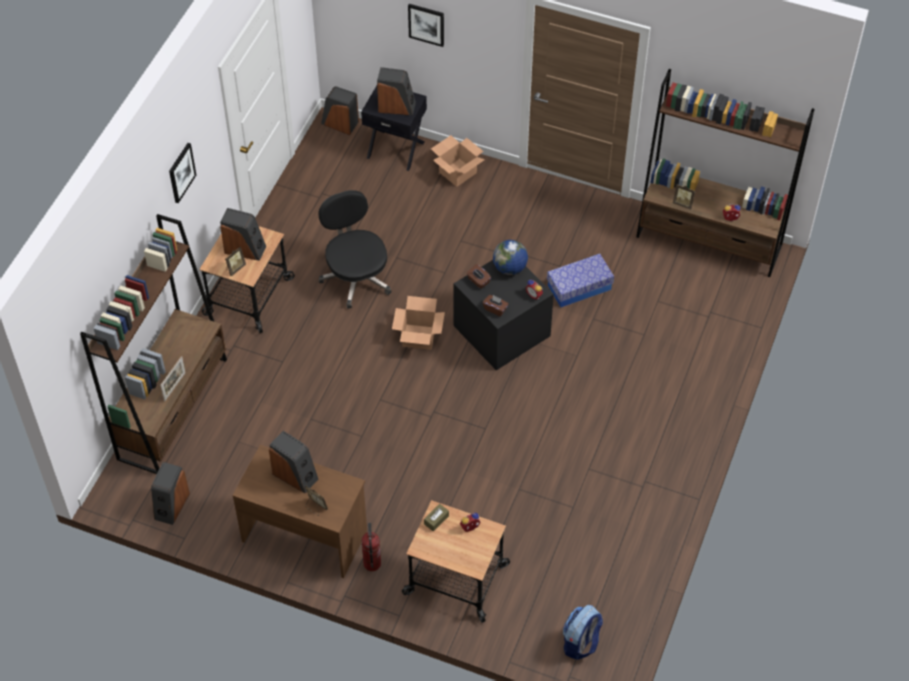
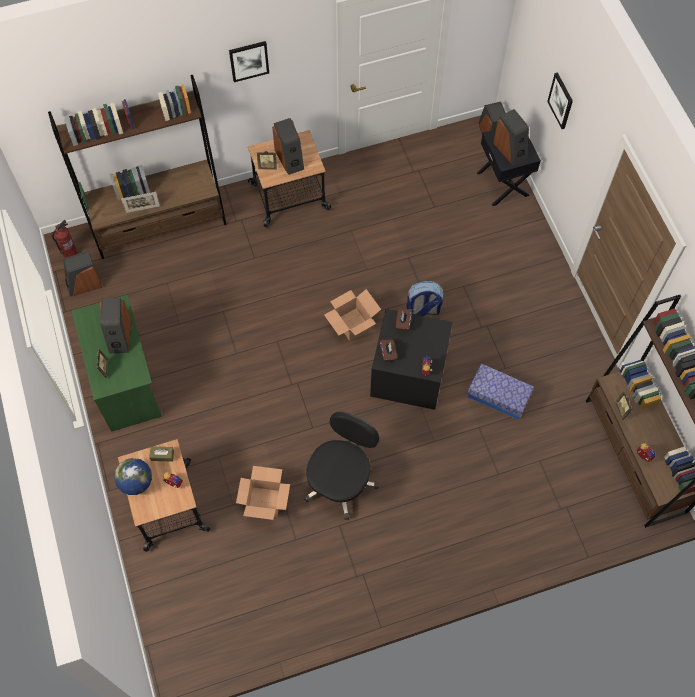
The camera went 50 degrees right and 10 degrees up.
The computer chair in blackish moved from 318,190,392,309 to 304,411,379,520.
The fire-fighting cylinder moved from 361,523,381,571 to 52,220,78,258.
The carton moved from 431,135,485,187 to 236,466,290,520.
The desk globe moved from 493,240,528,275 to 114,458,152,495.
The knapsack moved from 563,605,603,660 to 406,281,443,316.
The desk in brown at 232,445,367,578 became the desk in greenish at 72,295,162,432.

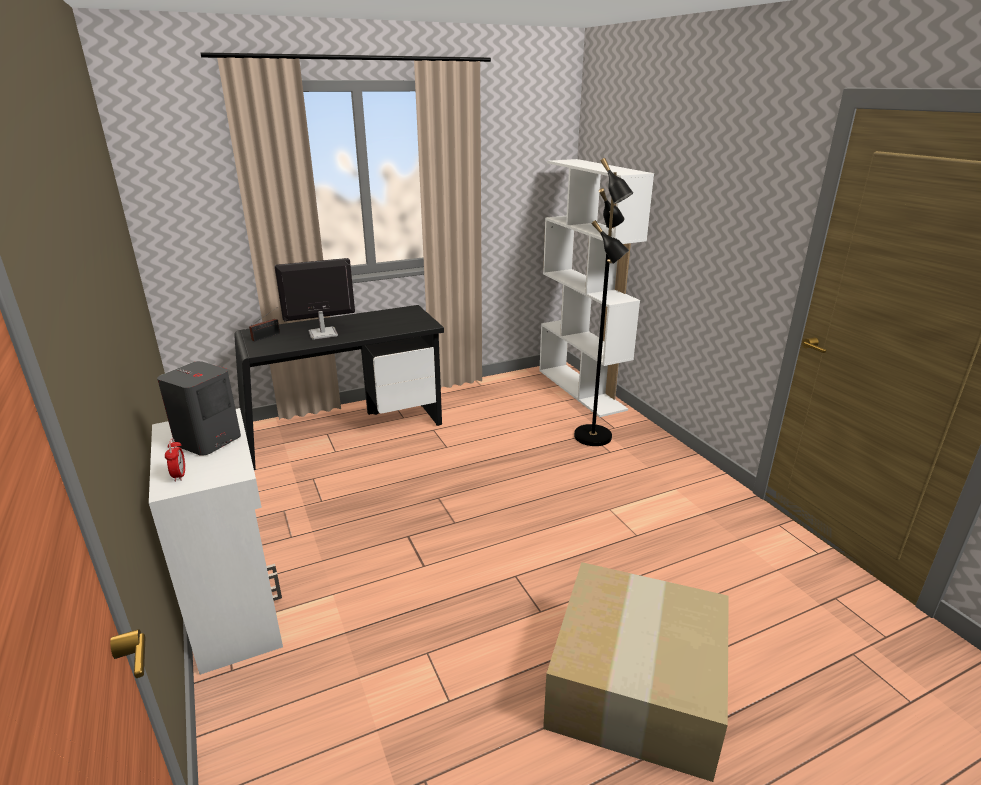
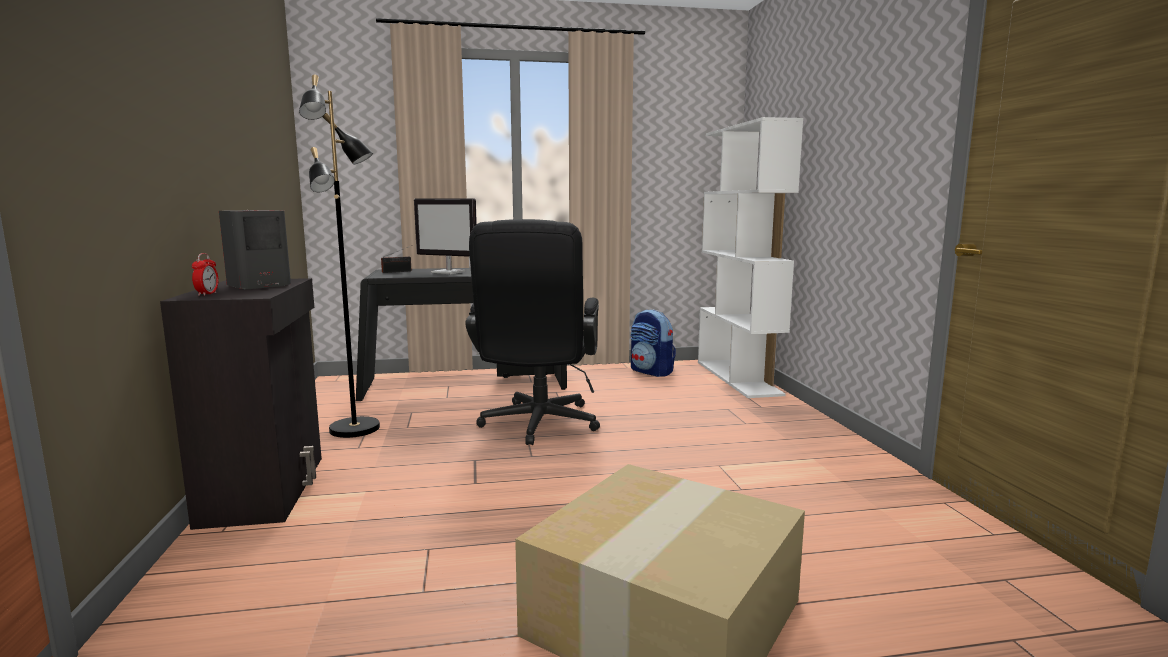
The camera went 15 degrees right and 15 degrees down.
The computer chair in blackish at 465,219,600,445 appeared.
The knapsack at 631,309,676,377 appeared.
The standard lamp in blackish moved from 574,158,633,446 to 299,74,380,438.
The storage cabinet in whitish at 149,408,283,675 became the storage cabinet in blackish at 160,278,322,530.
The computer screen at 274,258,355,340 turned 150 degrees counterclockwise.

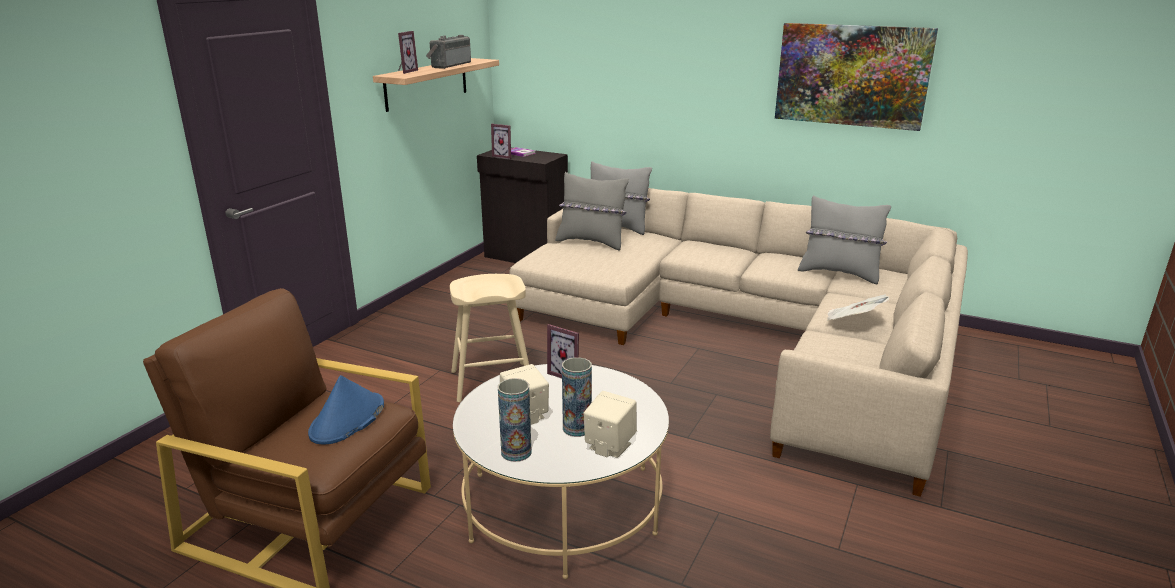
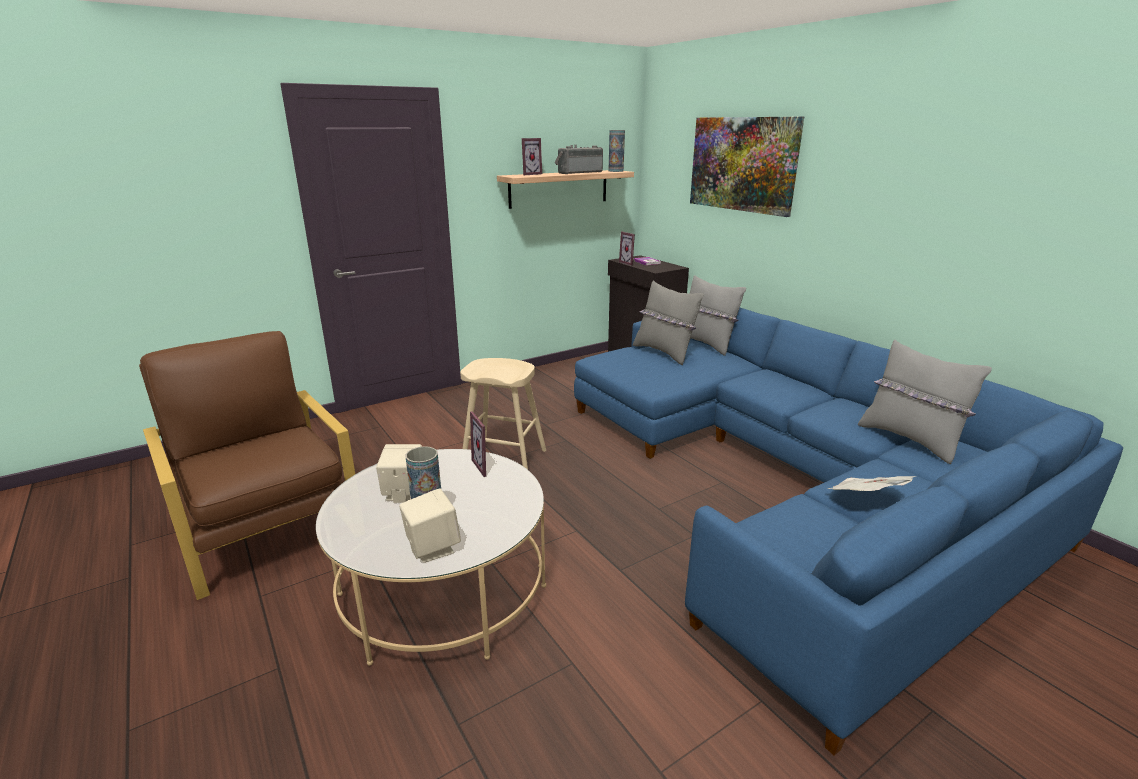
The camera went 30 degrees right and 0 degrees up.
The hat in bluish at 308,375,384,445 disappeared.
The vase moved from 498,378,532,462 to 608,130,625,172.
The picture moved from 775,23,938,131 to 690,117,804,217.
The settee in sand-coloured at 509,188,968,497 became the settee in bluish at 574,308,1123,755.

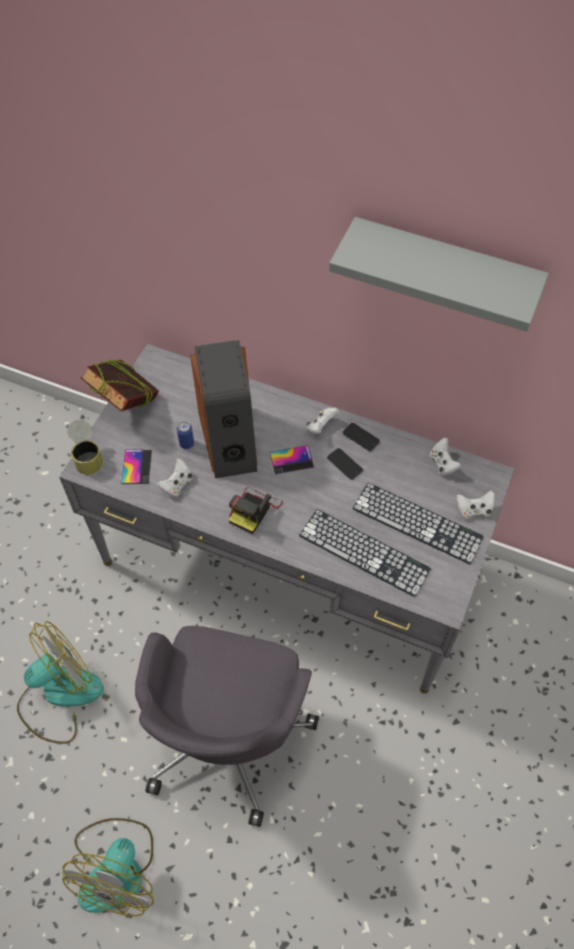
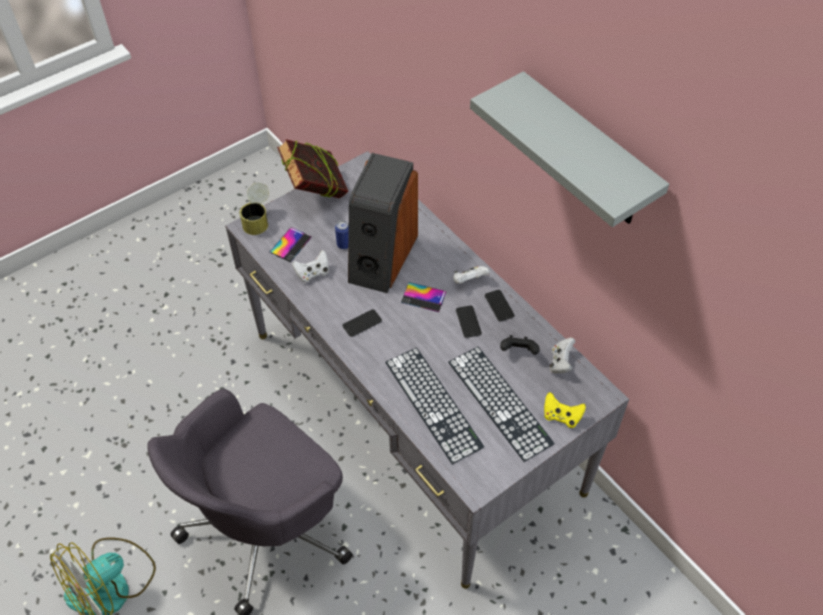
The camera went 30 degrees right and 5 degrees down.
The fan at 17,621,104,744 disappeared.
The game controller in blackish at 500,335,540,355 appeared.
The still camera at 229,487,283,534 was replaced by the telephone at 342,309,382,337.
The game controller in whitish at 457,490,495,519 became the game controller in yellow-coloured at 544,392,586,428.

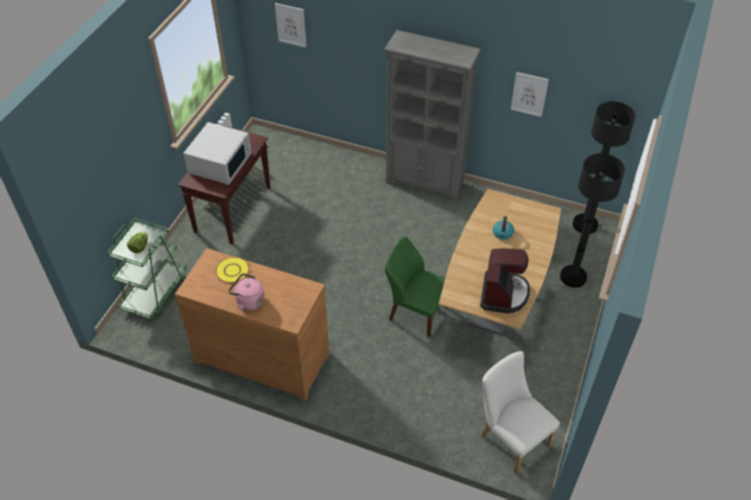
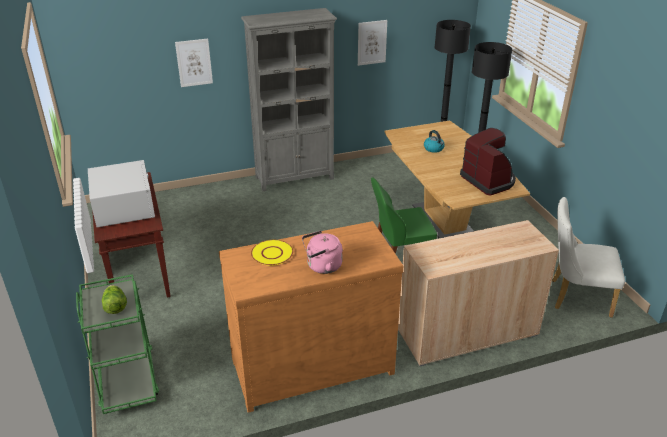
The camera went 40 degrees left and 15 degrees down.
The storage cabinet in sand-coloured at 398,220,559,366 appeared.
The picture moved from 275,3,306,48 to 175,39,213,87.

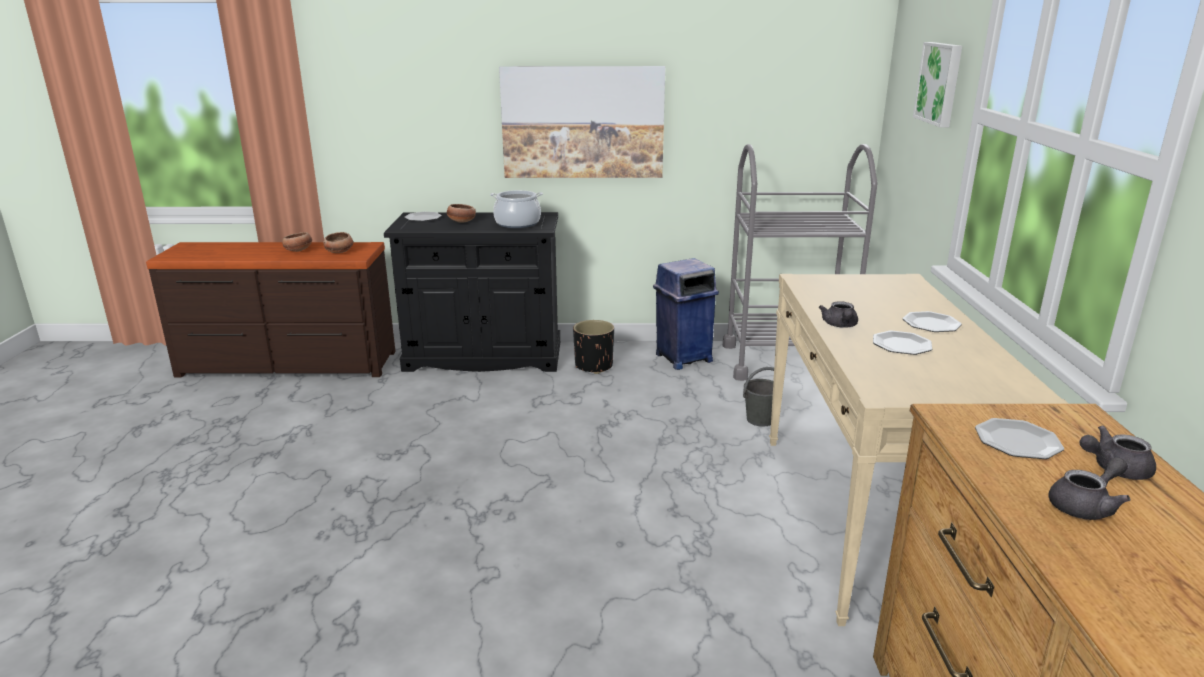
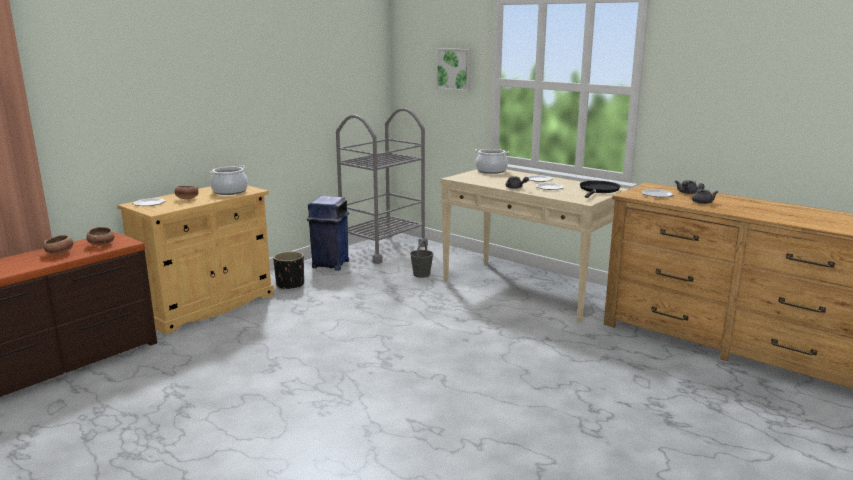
The camera went 50 degrees left and 5 degrees down.
The picture at 499,66,665,178 disappeared.
The stockpot at 475,149,509,174 appeared.
The frying pan in blackish at 580,181,620,198 appeared.
The storage cabinet in blackish at 384,212,560,372 became the storage cabinet in sand-coloured at 117,186,274,335.

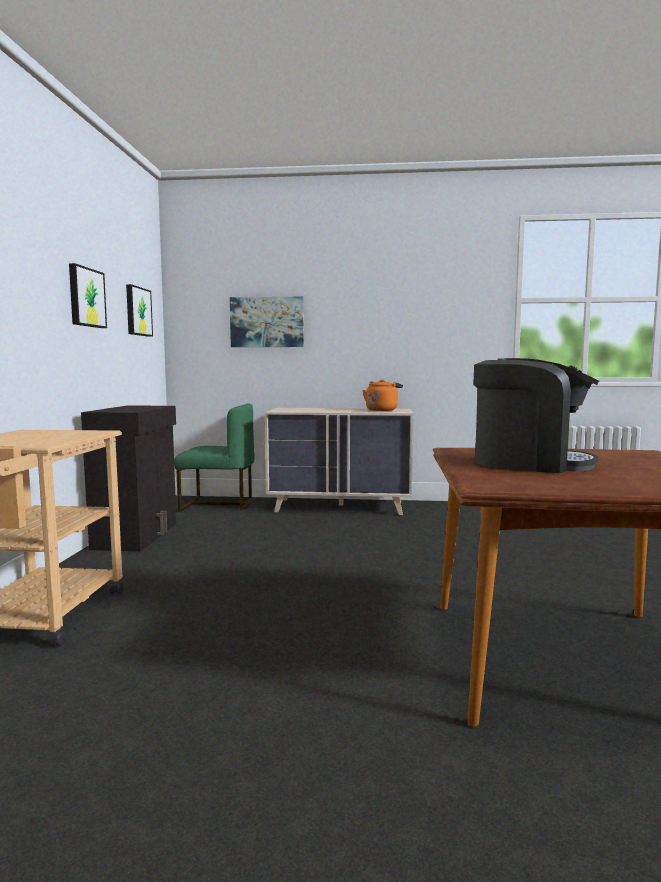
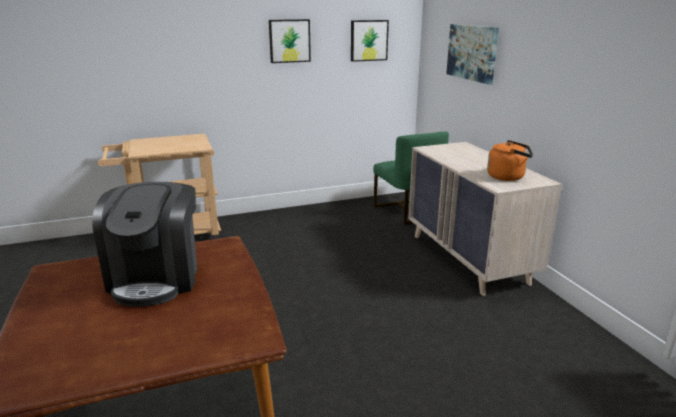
The camera went 65 degrees right and 15 degrees up.
The storage cabinet in blackish at 81,405,176,552 disappeared.

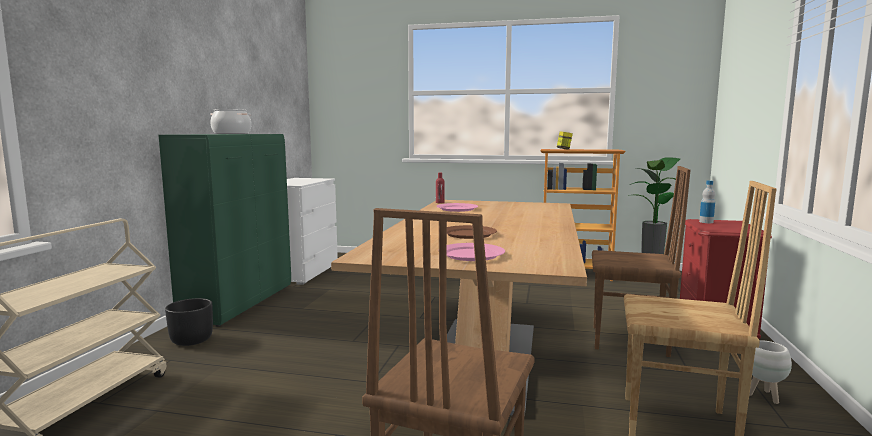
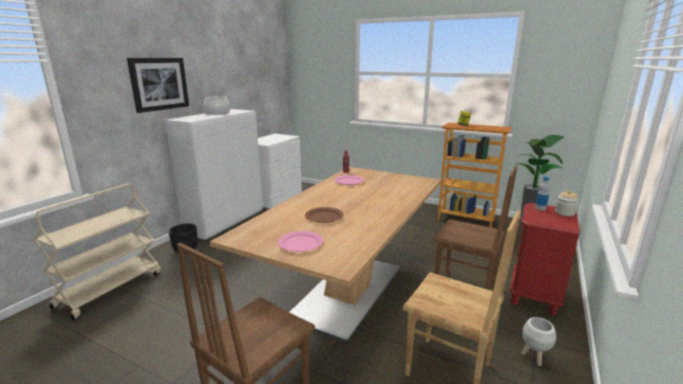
The camera went 15 degrees right and 10 degrees up.
The picture at 127,58,189,113 appeared.
The jar at 555,190,579,216 appeared.
The storage cabinet in greenish at 159,134,291,327 became the storage cabinet in whitish at 165,109,263,240.

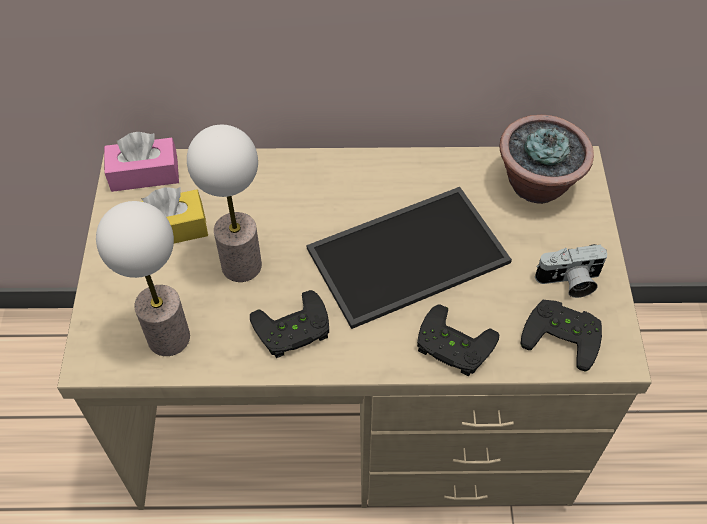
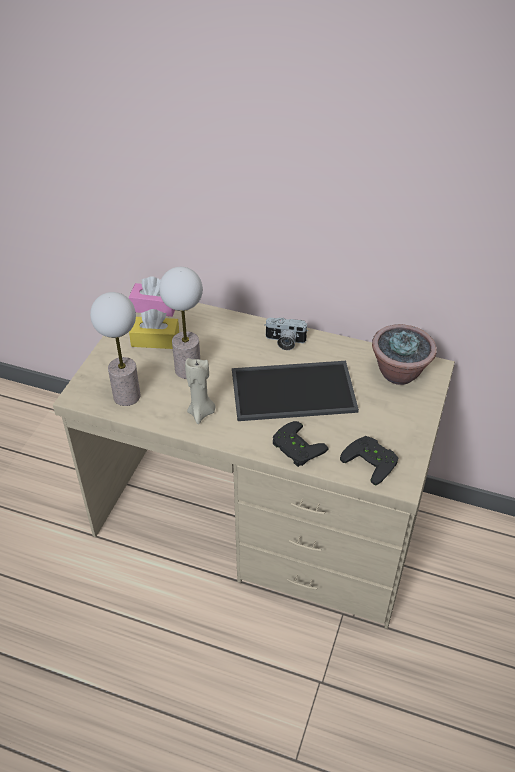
The camera went 20 degrees right and 10 degrees down.
The still camera moved from 535,244,607,298 to 264,318,307,350.
The game controller in blackish at 250,290,329,358 was replaced by the wax light in sand-coloured at 185,358,215,424.

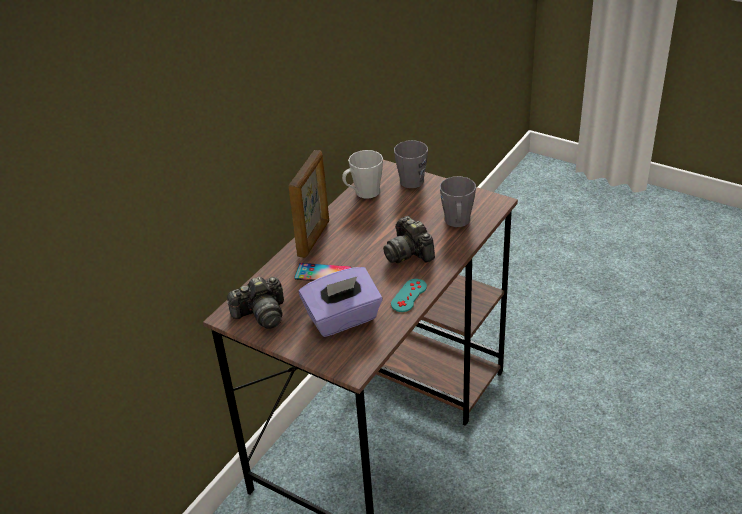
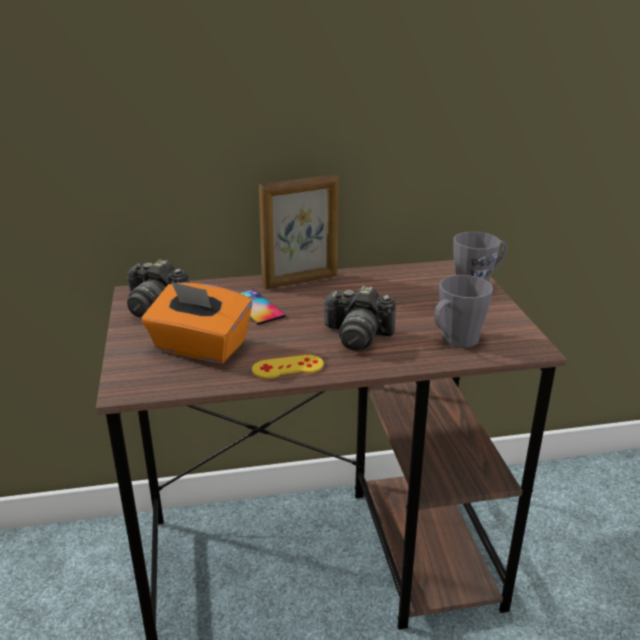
The camera went 45 degrees right and 10 degrees down.
The tea mug in greyish at 342,150,383,199 disappeared.
The box of tissues in purplish at 299,267,382,337 became the box of tissues in orangey at 142,281,252,363.
The game controller in blue-green at 391,279,427,312 became the game controller in yellow-coloured at 252,355,324,379.
The still camera at 383,216,435,263 turned 90 degrees counterclockwise.

